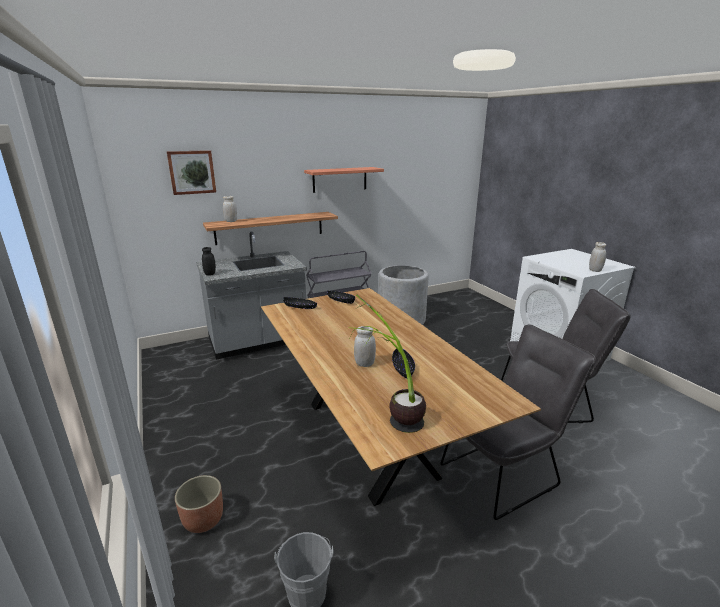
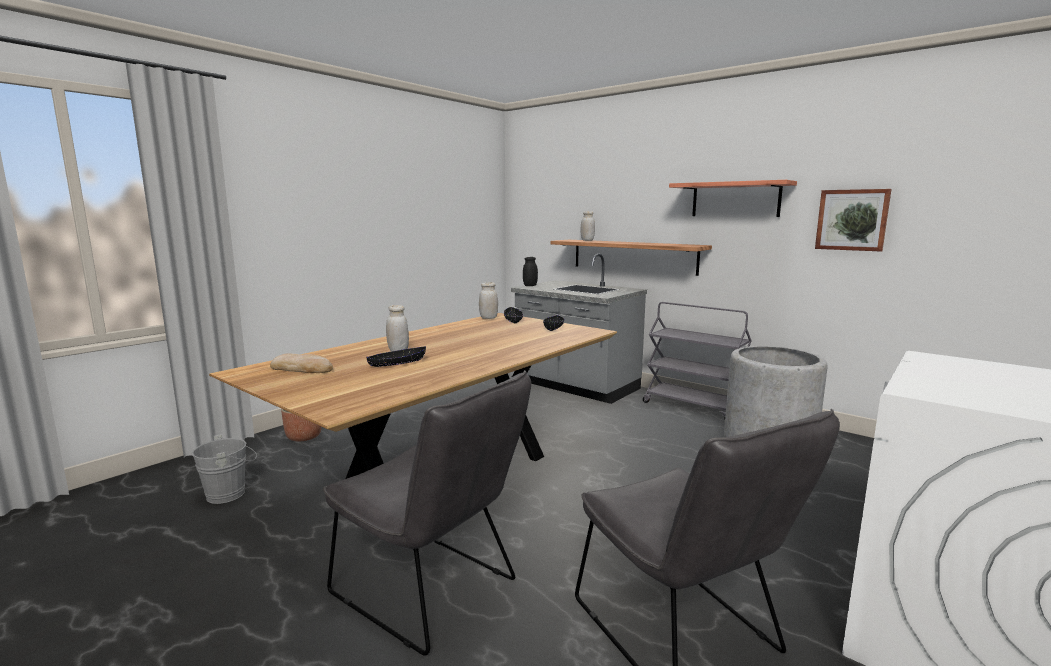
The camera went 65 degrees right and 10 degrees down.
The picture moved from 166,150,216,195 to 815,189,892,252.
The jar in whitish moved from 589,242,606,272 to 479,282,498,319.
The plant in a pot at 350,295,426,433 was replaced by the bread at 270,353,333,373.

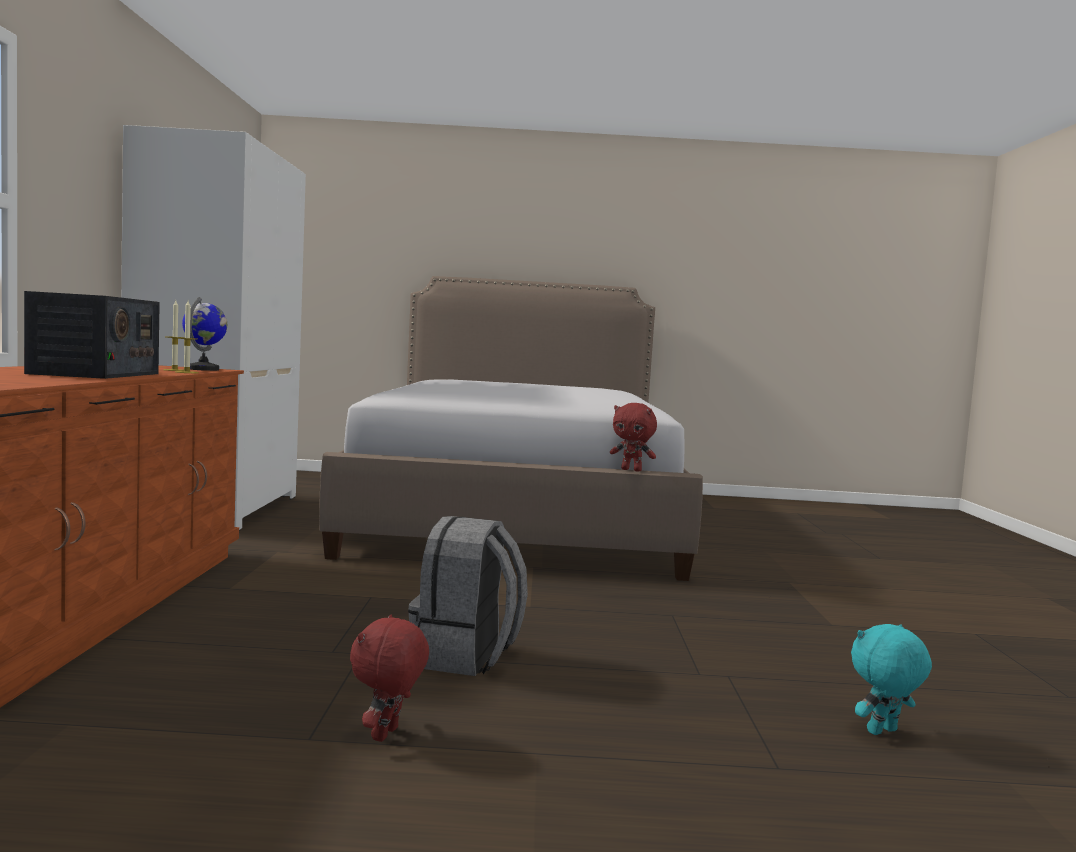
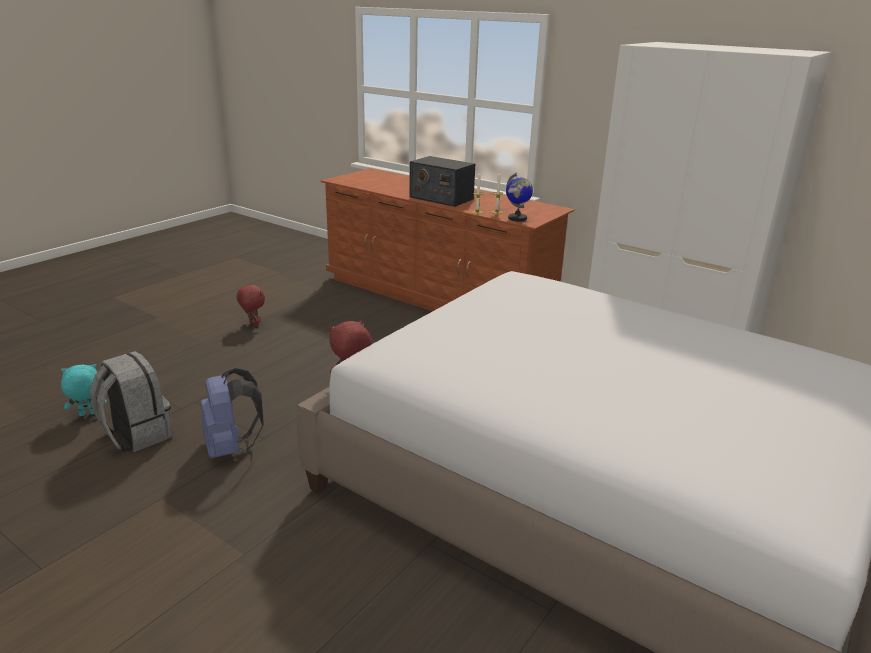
The camera went 125 degrees right and 20 degrees up.
The knapsack in bluish at 201,368,264,458 appeared.
The knapsack in greyish moved from 408,516,528,676 to 90,351,173,452.
The plush toy in blue-green at 851,624,932,735 turned 120 degrees counterclockwise.

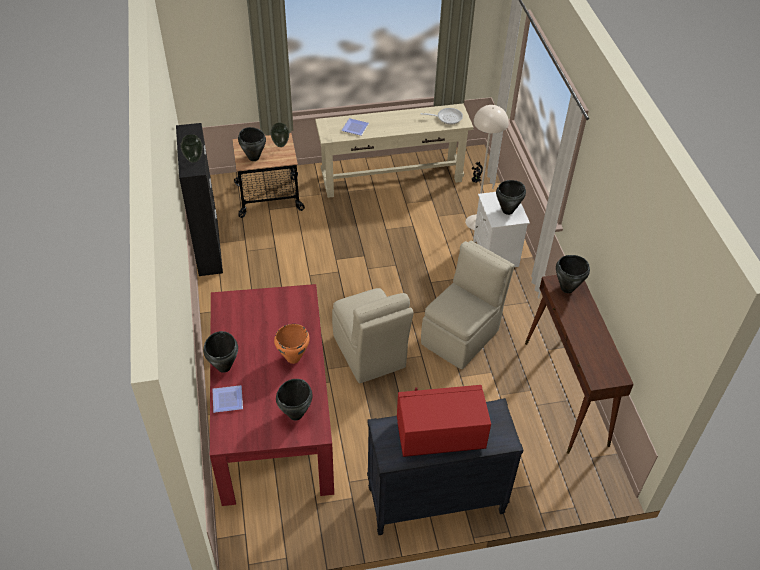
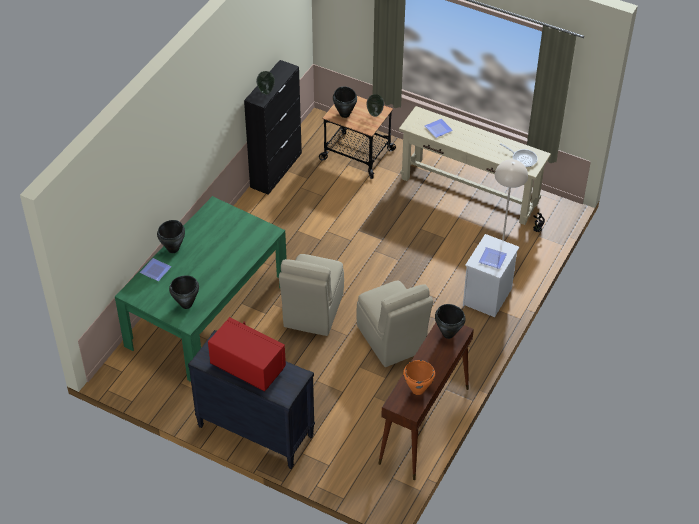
The camera went 40 degrees right and 0 degrees up.
The stockpot in orangey moved from 274,324,310,364 to 403,360,435,395.
The stockpot in blackish at 496,180,526,215 was replaced by the plate at 479,247,507,269.
The dinner table in reddish at 210,284,334,506 became the dinner table in greenish at 115,196,287,382.
The chair in sand-coloured at 421,241,515,369 turned 75 degrees clockwise.

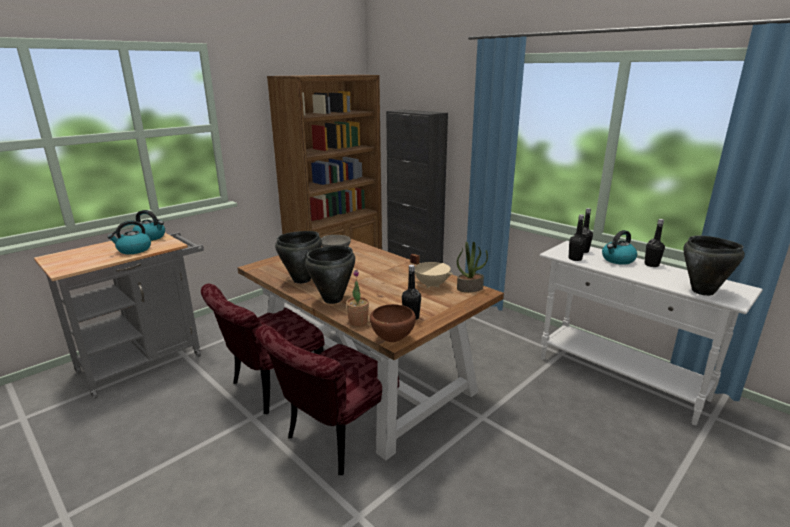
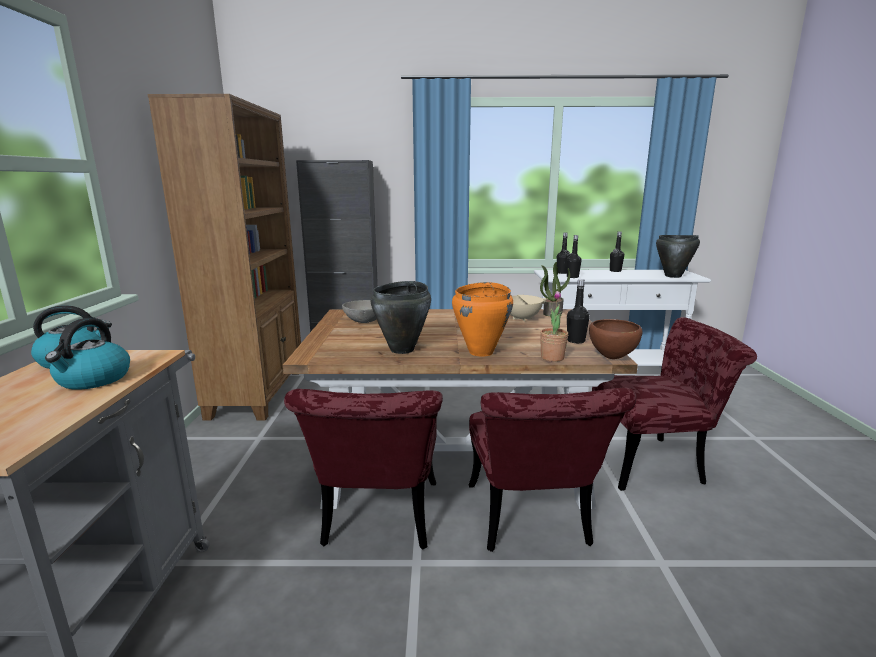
The camera went 45 degrees left and 5 degrees down.
The water kettle at 602,230,637,265 disappeared.
The chair in reddish at 592,317,757,491 appeared.
The stockpot in blackish at 305,246,355,304 became the stockpot in orangey at 452,282,513,357.

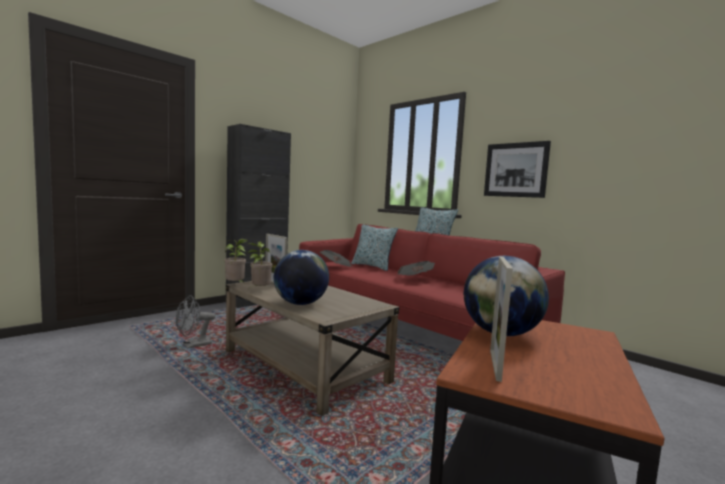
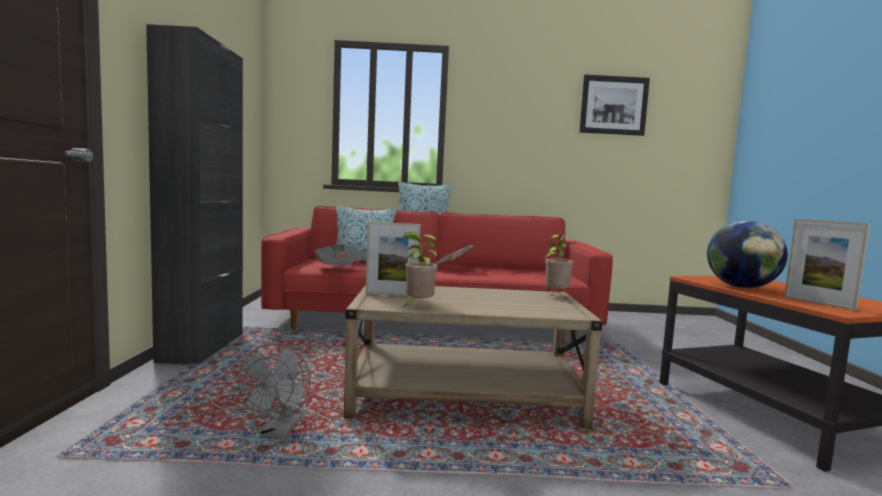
The camera went 45 degrees left and 0 degrees up.
The desk globe at 274,250,329,305 disappeared.
The plant in a pot moved from 224,239,248,283 to 545,233,573,291.
The picture moved from 484,141,551,198 to 580,75,650,136.

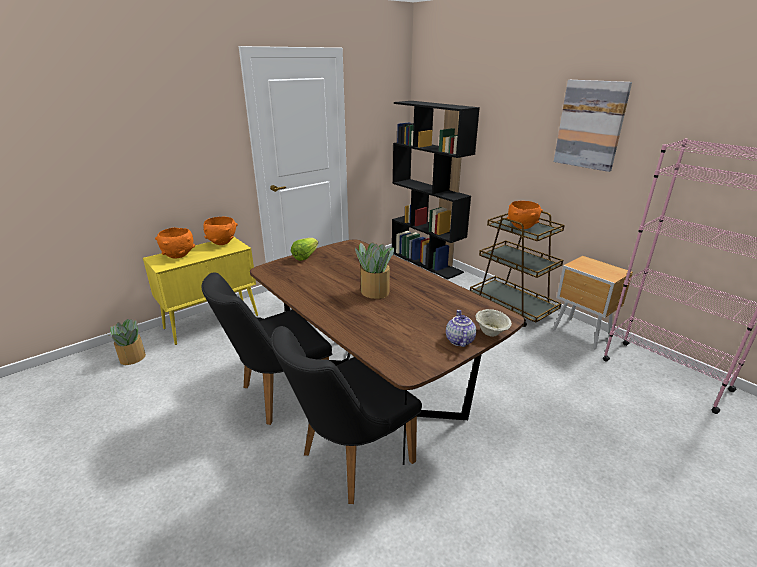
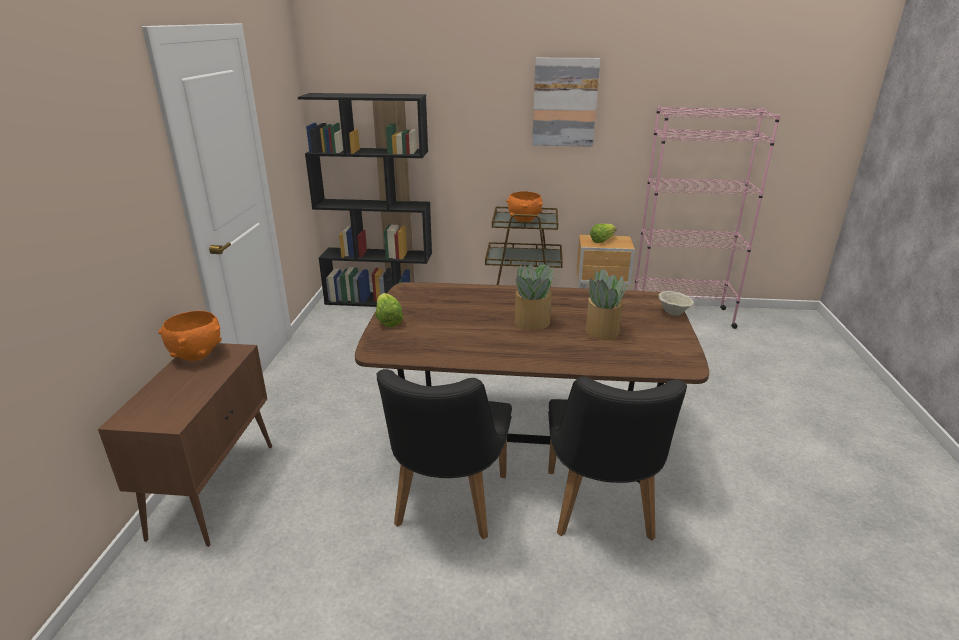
The camera went 45 degrees left and 0 degrees up.
The serving bowl in orangey at 155,227,195,258 disappeared.
The tea pot at 446,310,476,347 disappeared.
The head of lettuce at 590,224,616,243 appeared.
The plant in a pot moved from 107,319,146,365 to 586,269,627,340.
The storage cabinet in yellow-coloured at 143,237,258,345 became the storage cabinet in brown at 98,343,272,547.

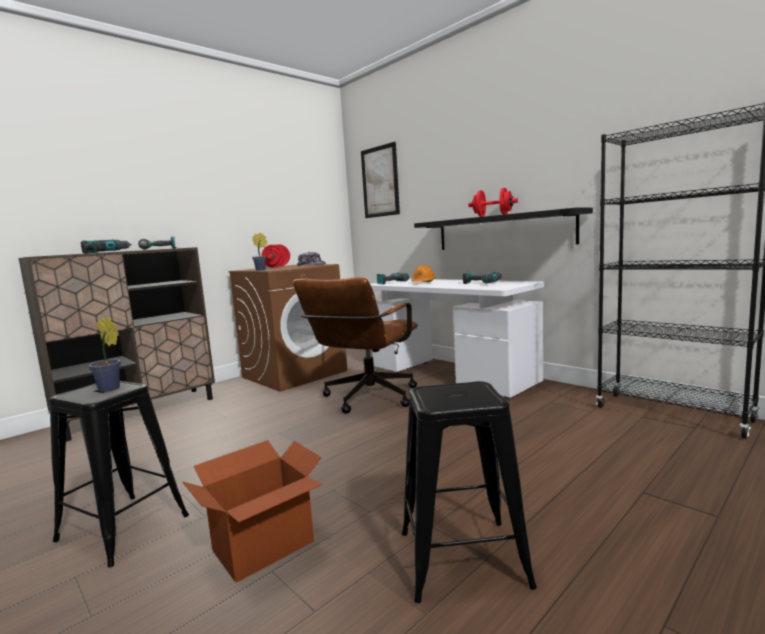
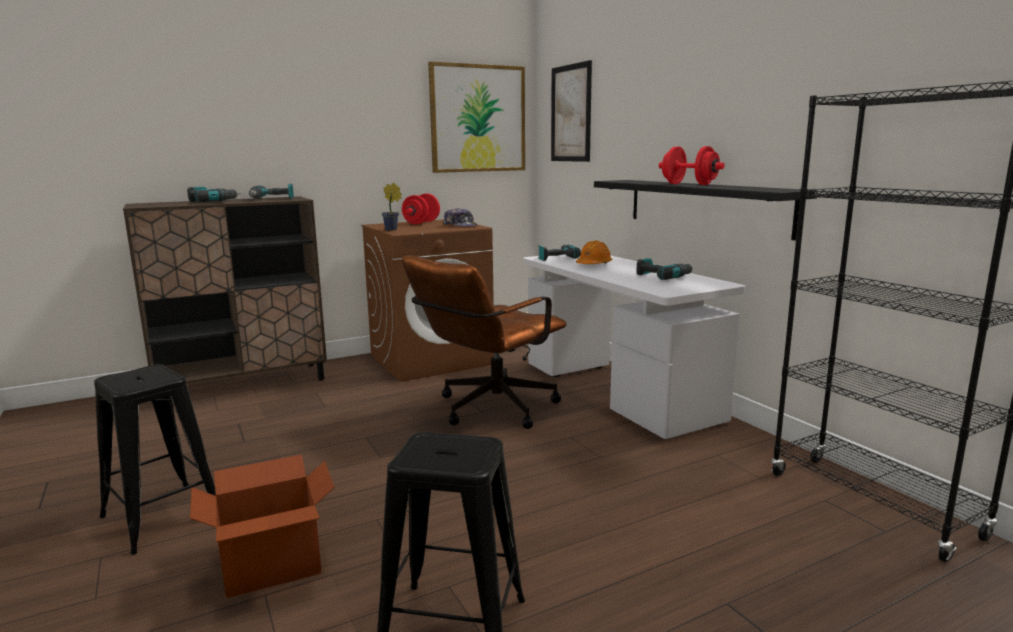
The camera went 15 degrees right and 5 degrees up.
The plant in a pot at 89,316,121,392 disappeared.
The picture at 428,61,525,173 appeared.

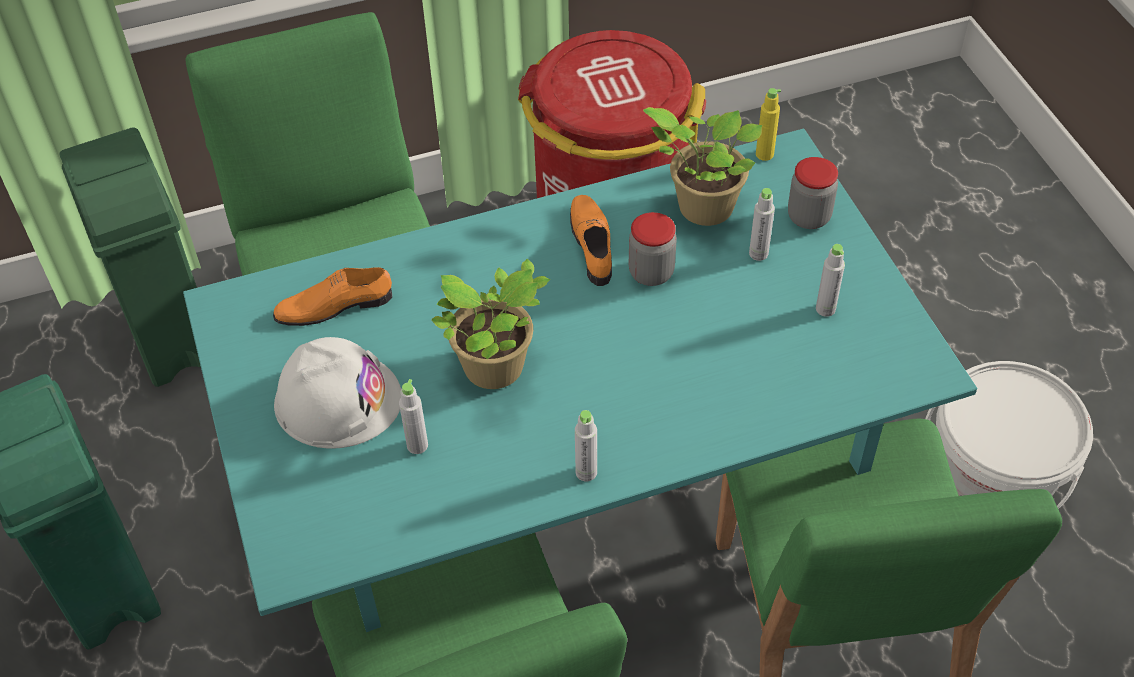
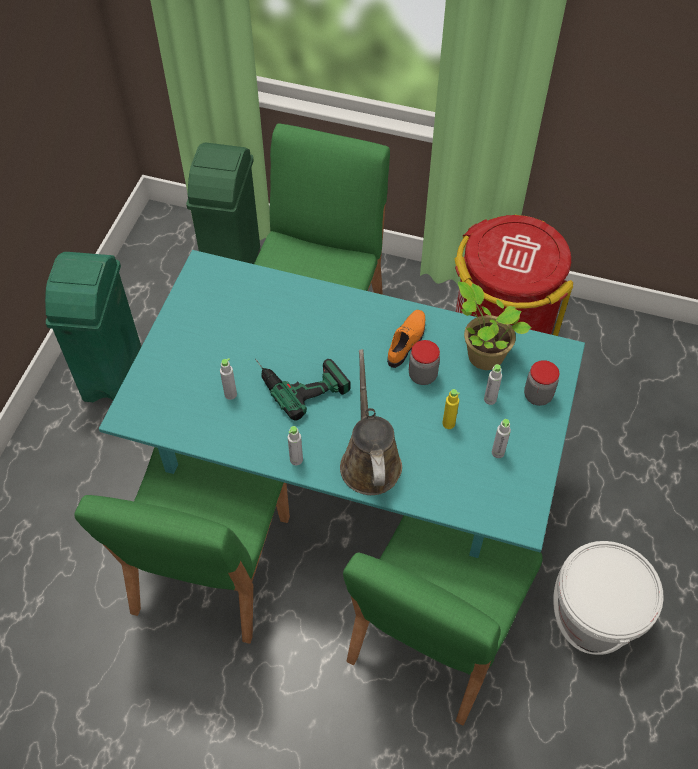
The camera went 35 degrees right and 5 degrees up.
The item of footwear in orangey at 273,267,392,326 disappeared.
The hard hat in whitish at 274,337,401,449 disappeared.
The watering can in brown at 340,349,402,495 appeared.
The beverage bottle in yellow-coloured moved from 756,88,781,161 to 442,389,460,429.
The plant in a pot at 431,259,550,389 was replaced by the power drill at 255,359,351,421.

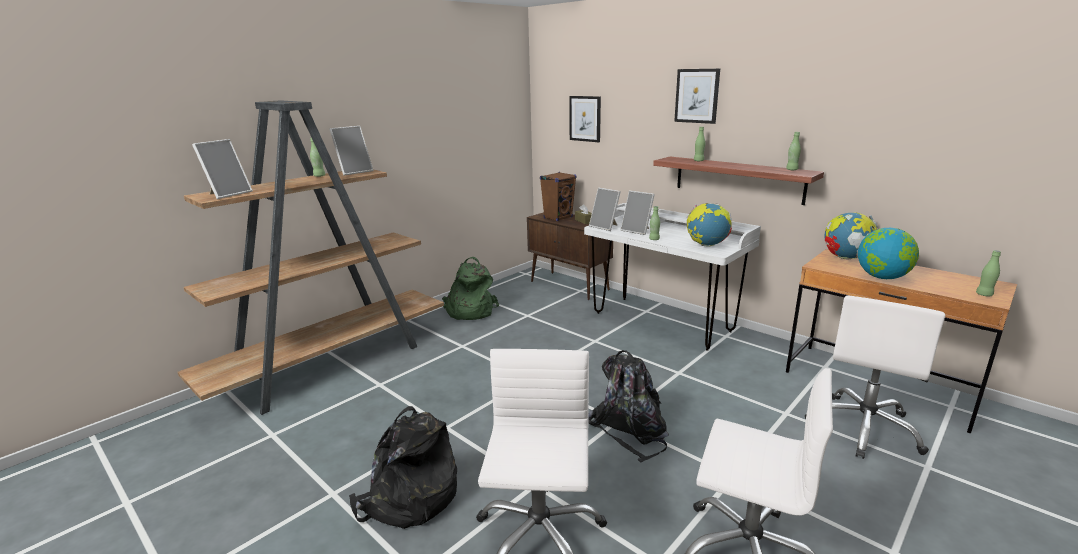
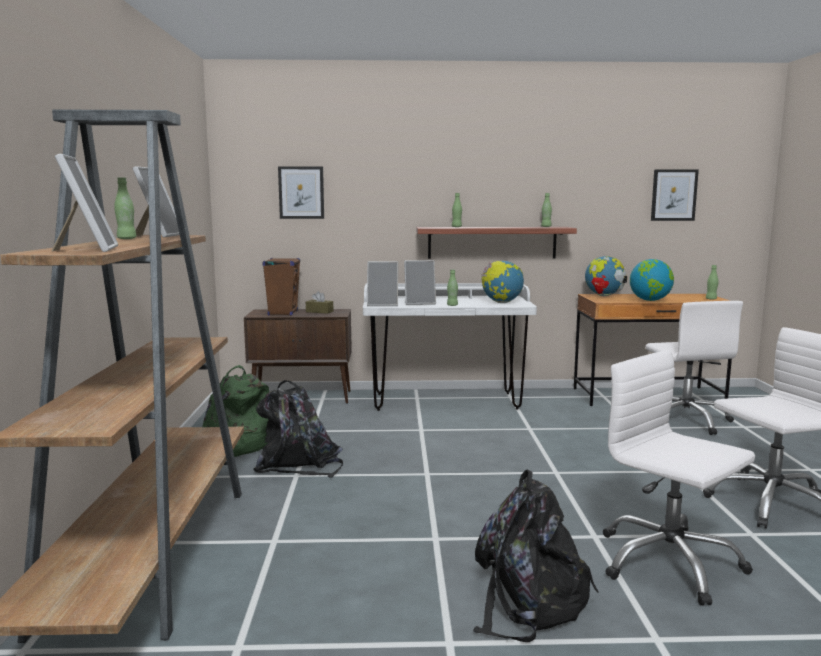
The camera went 45 degrees left and 10 degrees down.
The knapsack in blackish moved from 588,350,669,462 to 254,380,343,478.
The picture moved from 674,69,720,124 to 651,169,699,221.

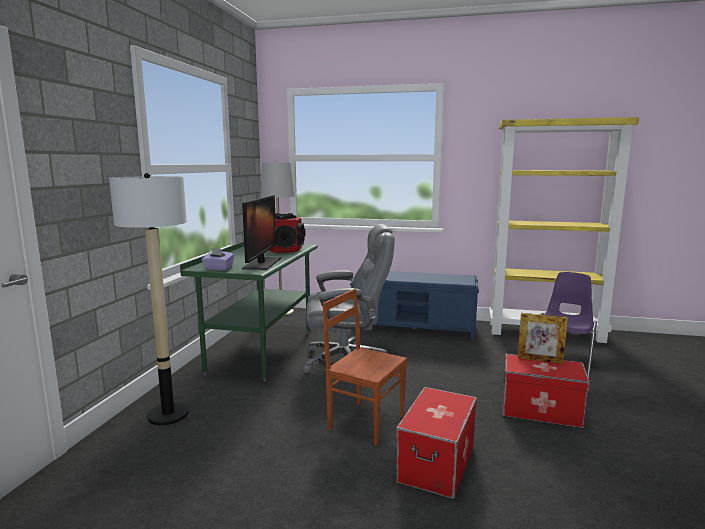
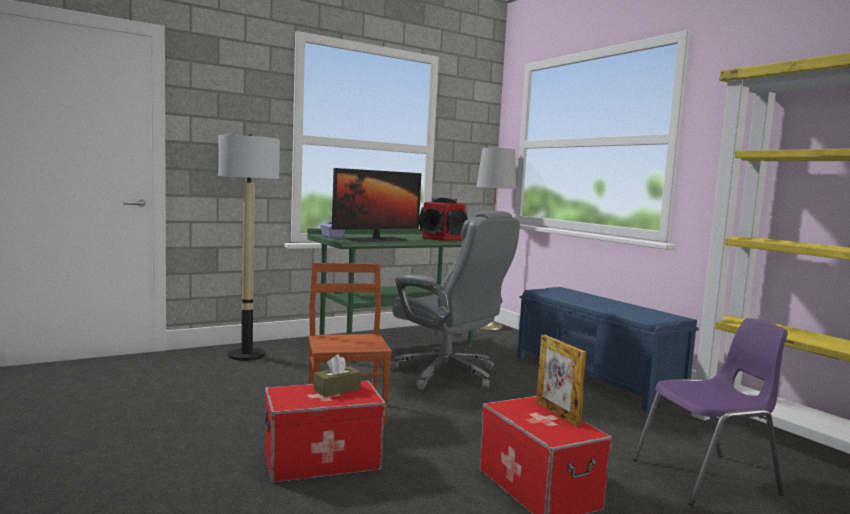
The camera went 45 degrees right and 5 degrees down.
The box of tissues in brown at 313,354,361,397 appeared.

